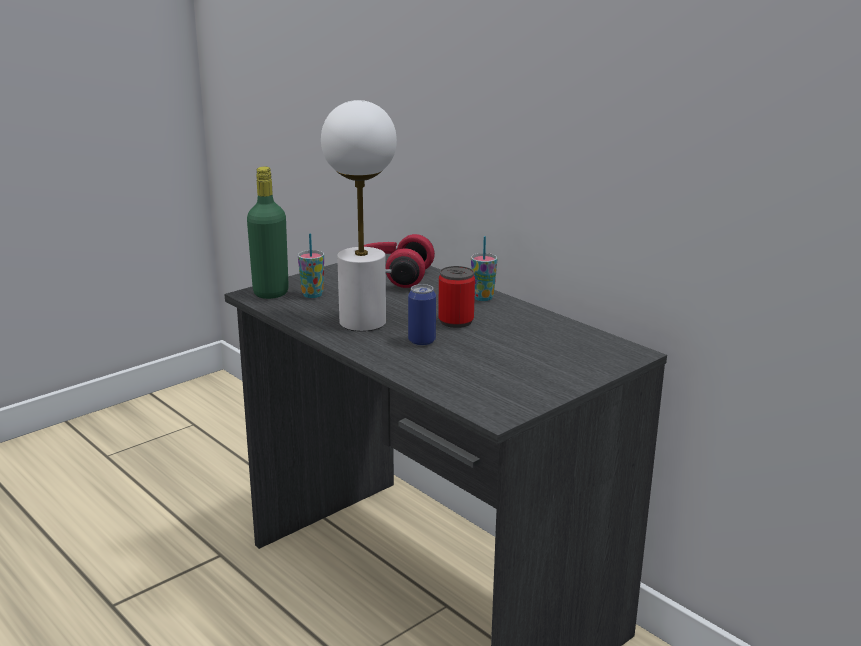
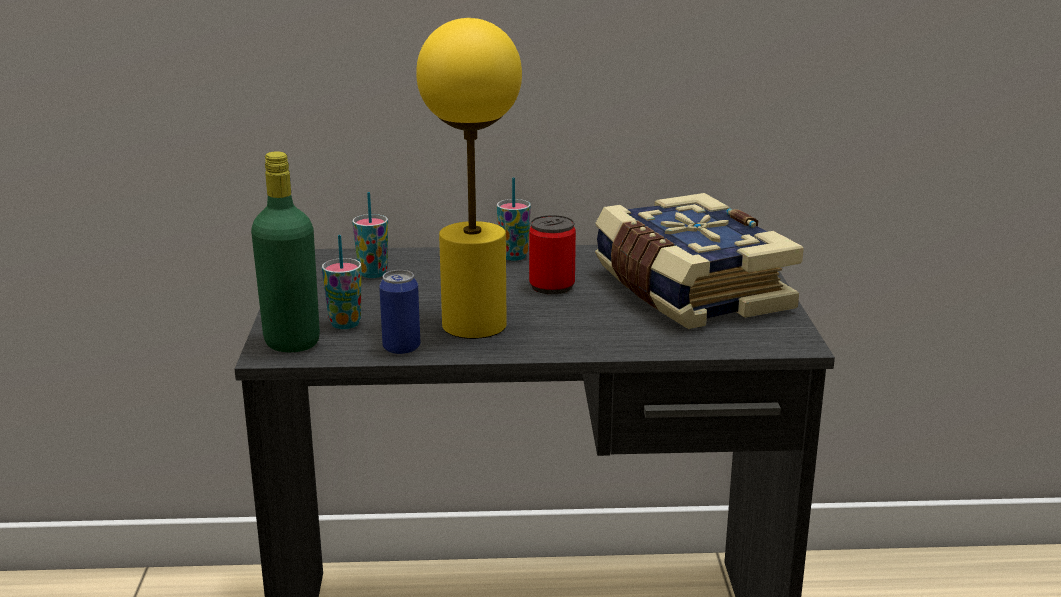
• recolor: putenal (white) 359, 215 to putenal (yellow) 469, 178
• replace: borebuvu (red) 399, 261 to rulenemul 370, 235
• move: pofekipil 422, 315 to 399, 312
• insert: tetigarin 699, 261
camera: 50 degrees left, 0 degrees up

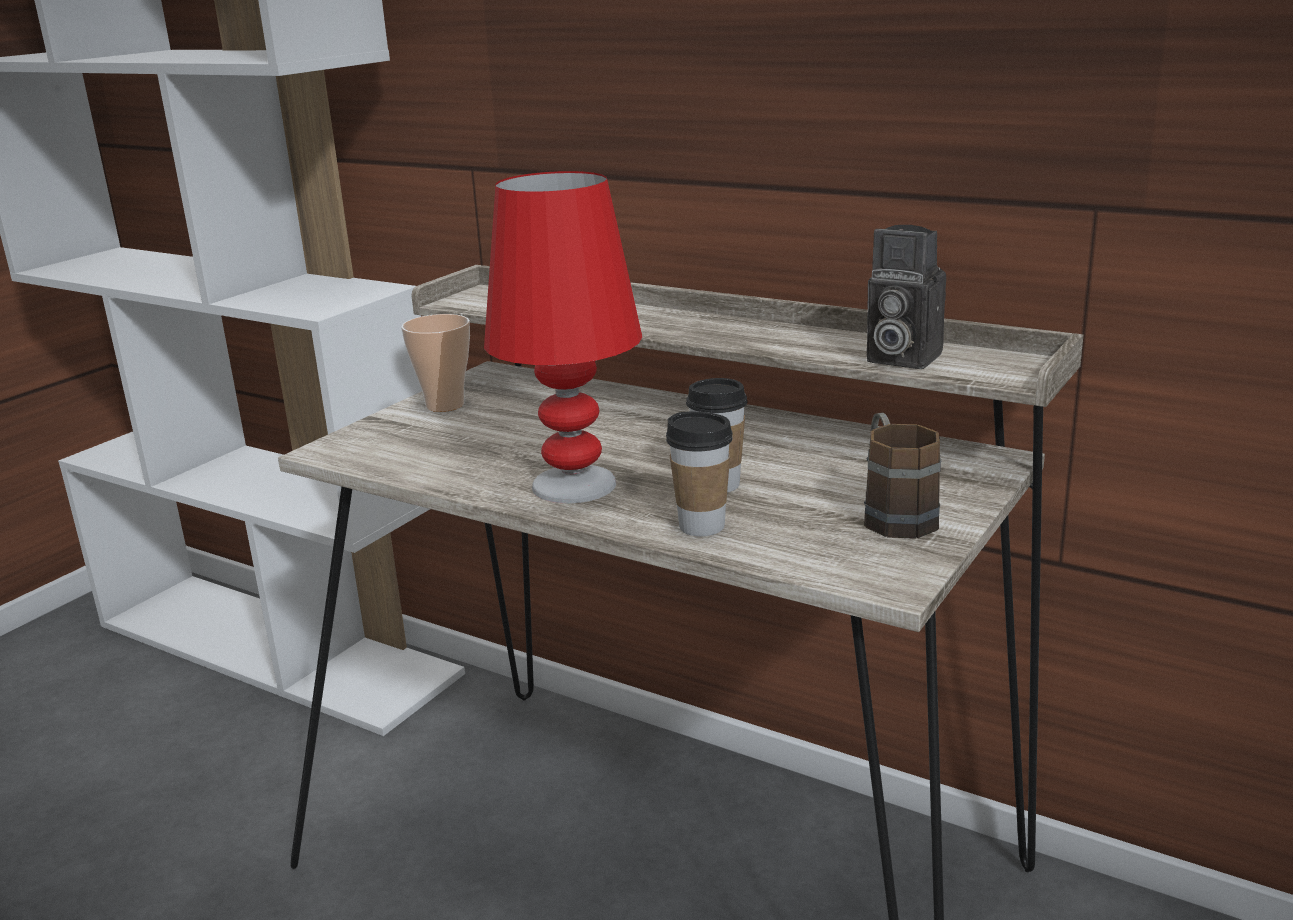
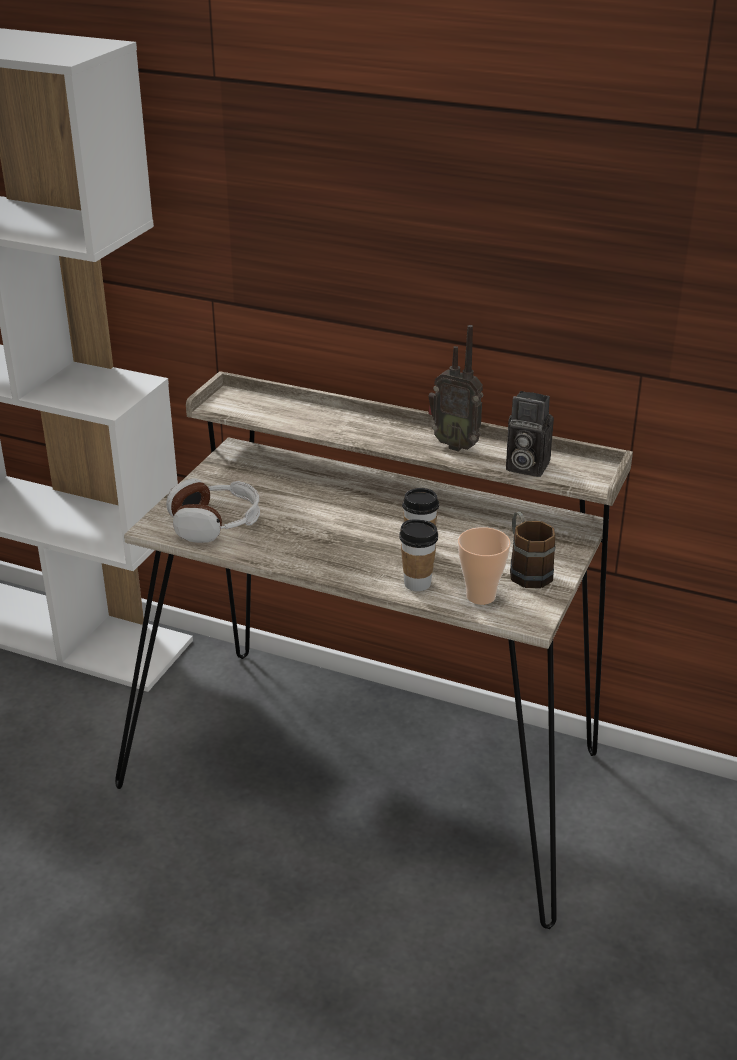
• delete: putenal (red) 563, 337
• move: rulenemul 435, 363 to 484, 566
• insert: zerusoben 455, 388
• insert: borebuvu 213, 510
camera: 10 degrees left, 10 degrees up

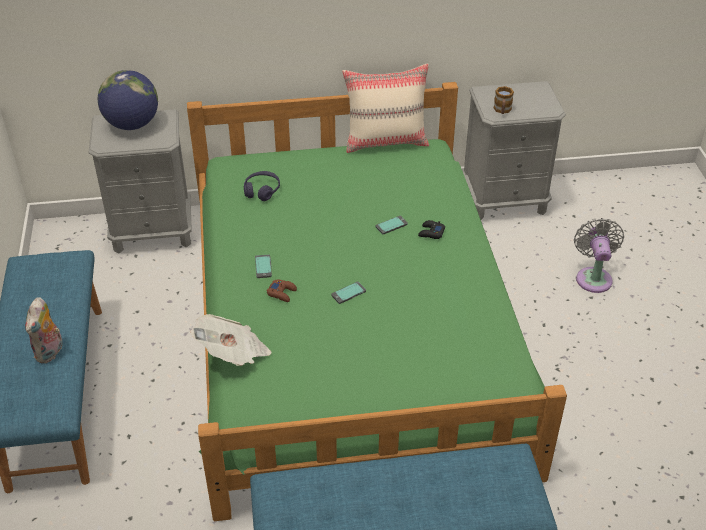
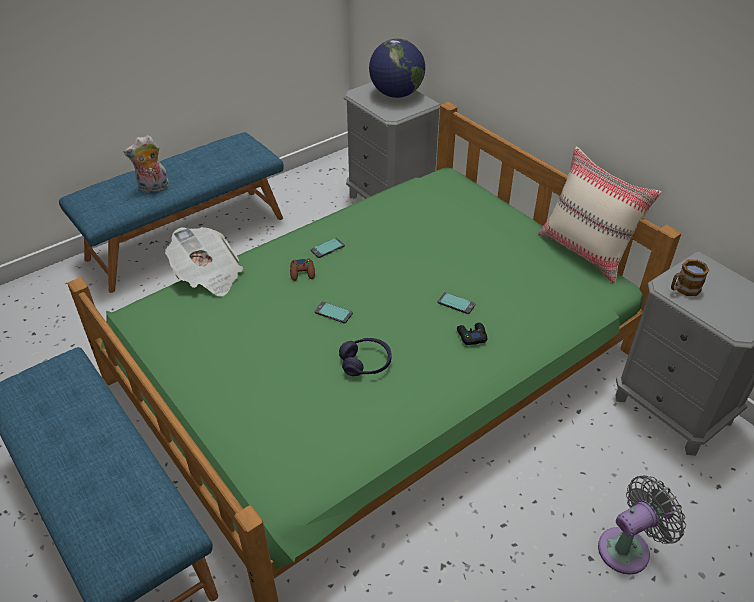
• move: borebuvu (purple) 262, 186 to 365, 357
camera: 60 degrees right, 0 degrees up

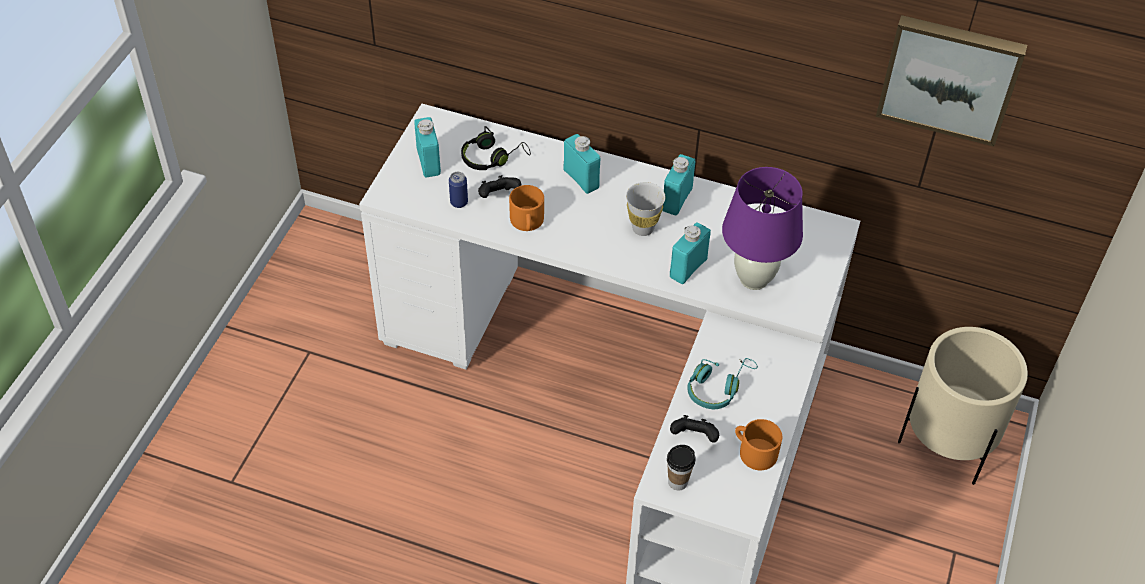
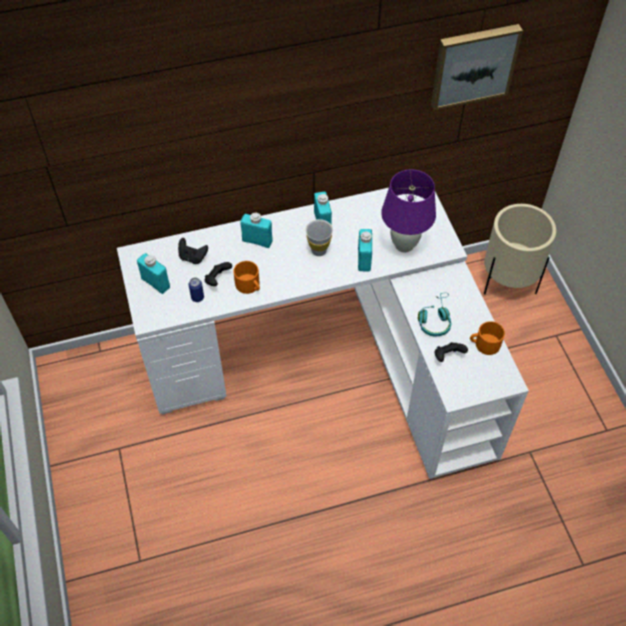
• replace: borebuvu (black) 496, 148 to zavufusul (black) 193, 251
• delete: rulenemul 681, 467
camera: 35 degrees left, 5 degrees up

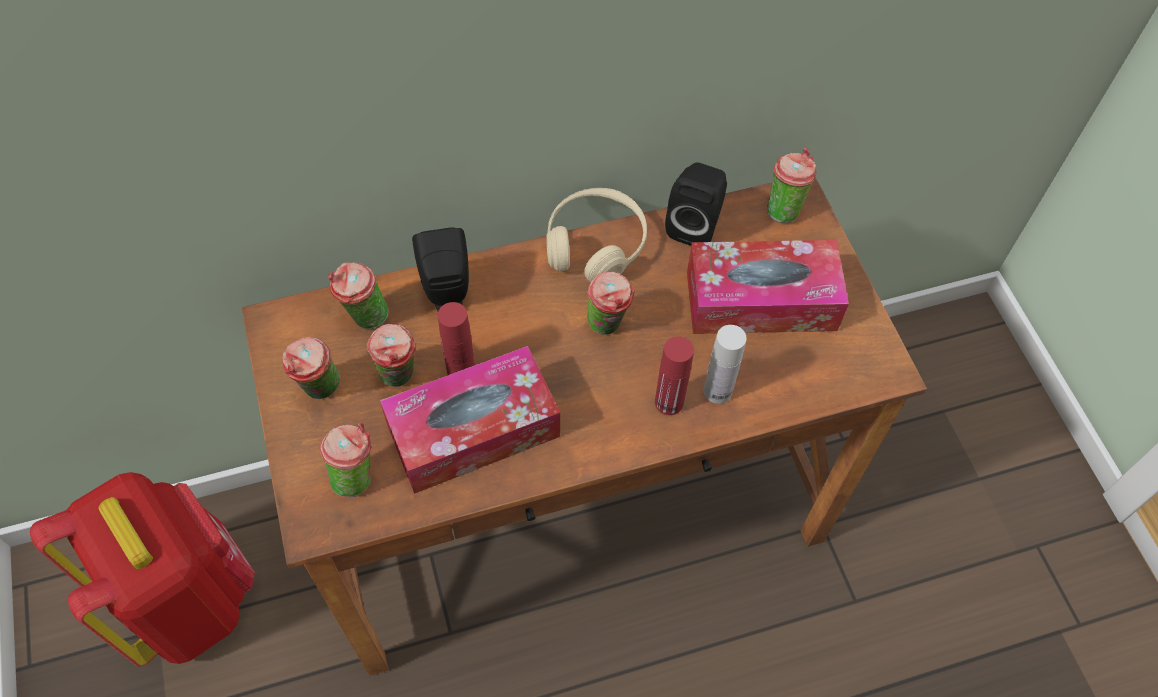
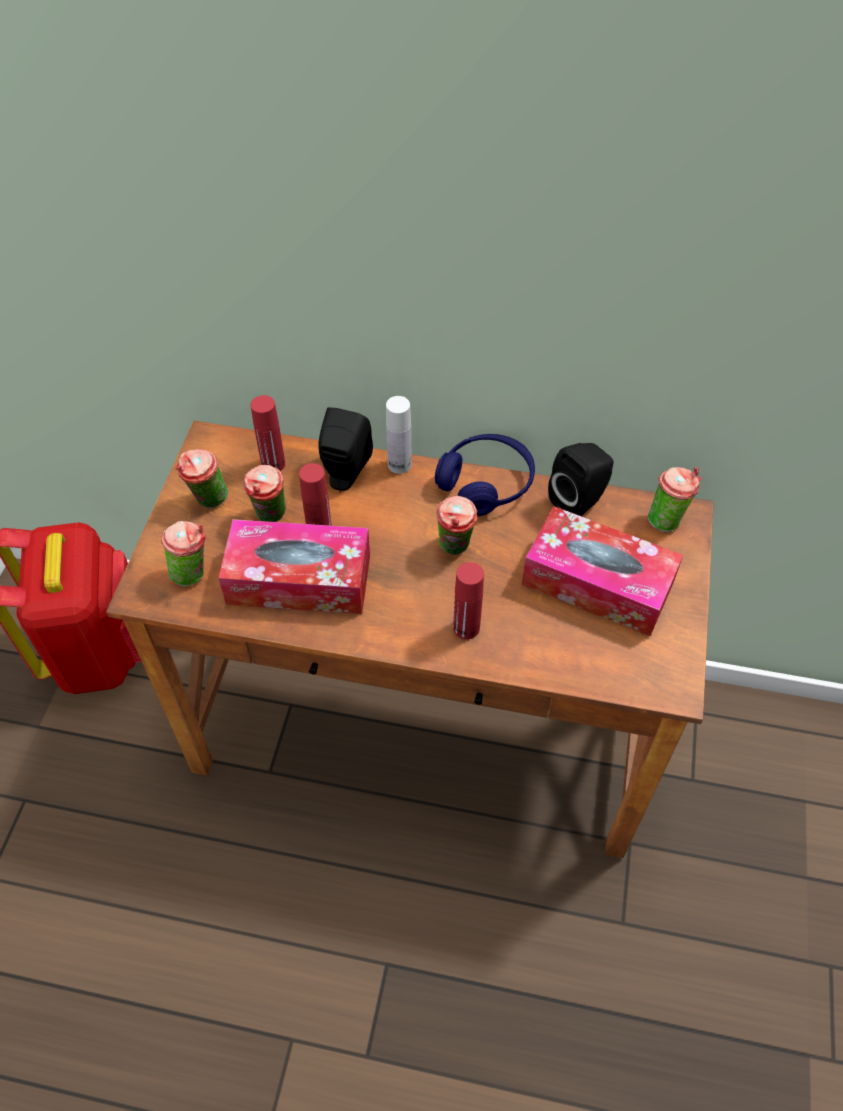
• recolor: borebuvu (beige) 596, 235 to borebuvu (blue) 485, 475
• replace: rulenemul 358, 295 to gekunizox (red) 268, 433
• move: gekunizox (white) 725, 364 to 399, 435
camera: 30 degrees right, 5 degrees down

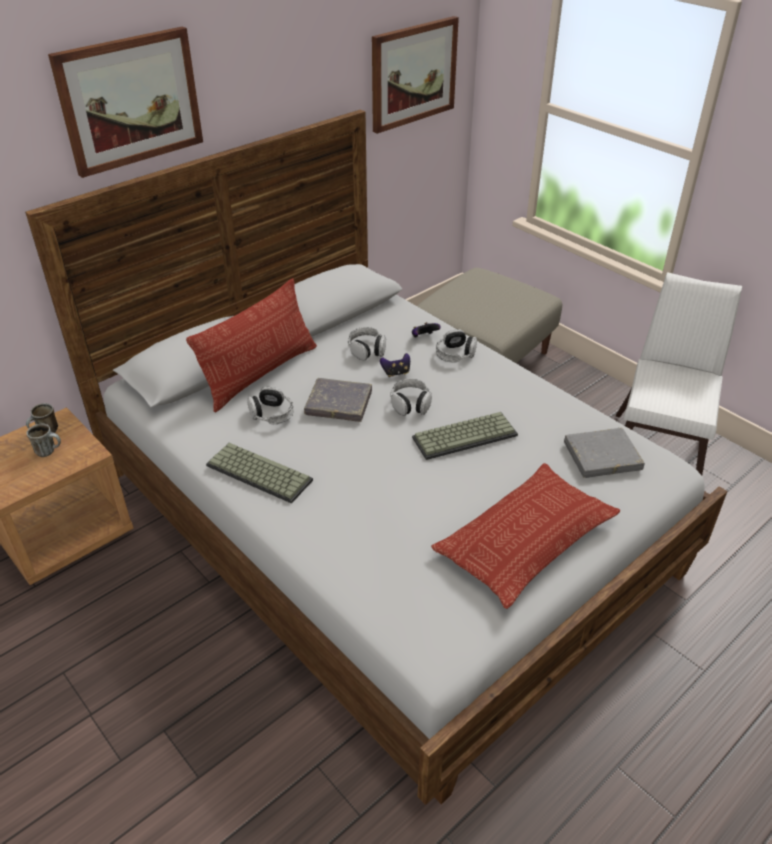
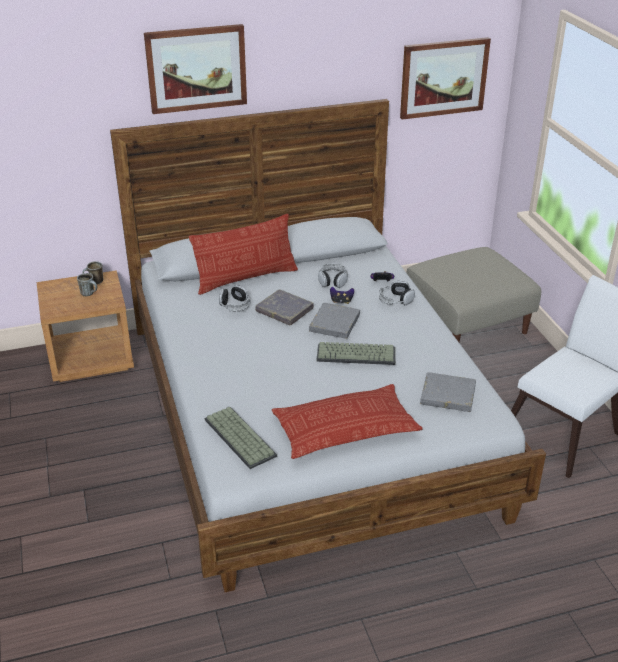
• replace: borebuvu 411, 397 to tetigarin (grey) 334, 321
• move: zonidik 259, 473 to 241, 438
camera: 25 degrees right, 5 degrees down

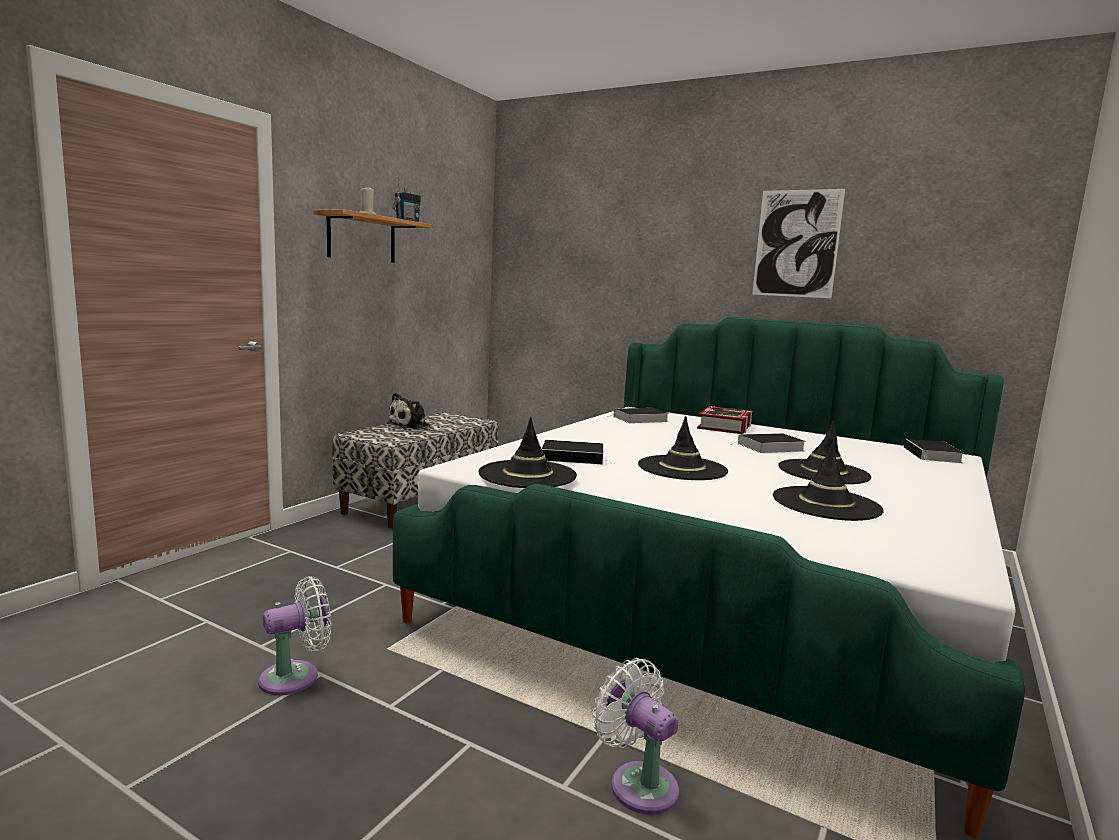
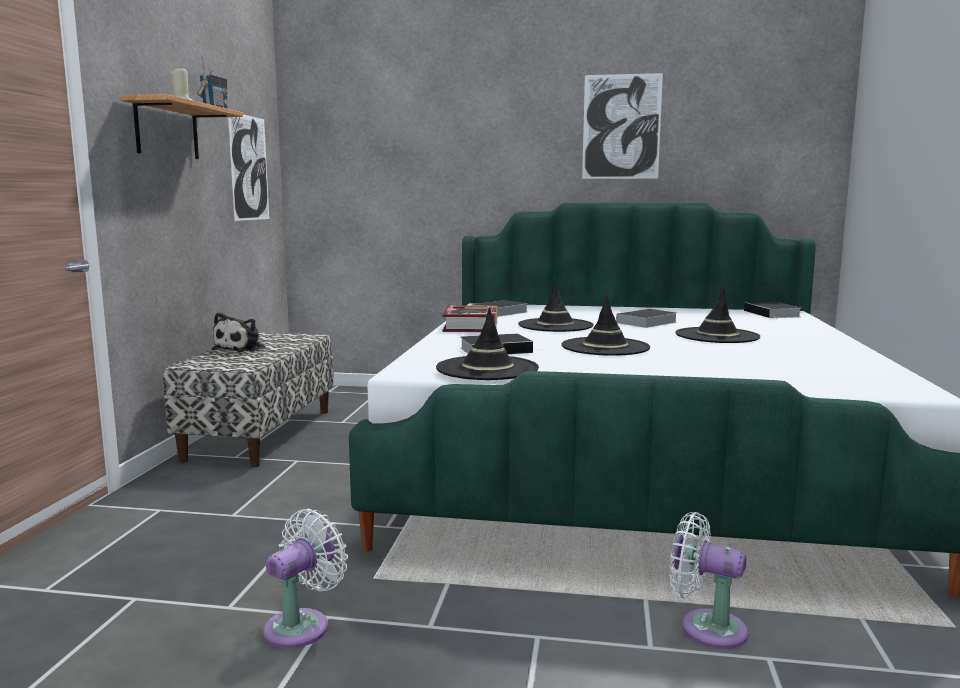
• move: tetigarin 724, 420 to 469, 318
• move: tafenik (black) 828, 481 to 556, 306
• insert: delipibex 248, 167
camera: 20 degrees left, 0 degrees up

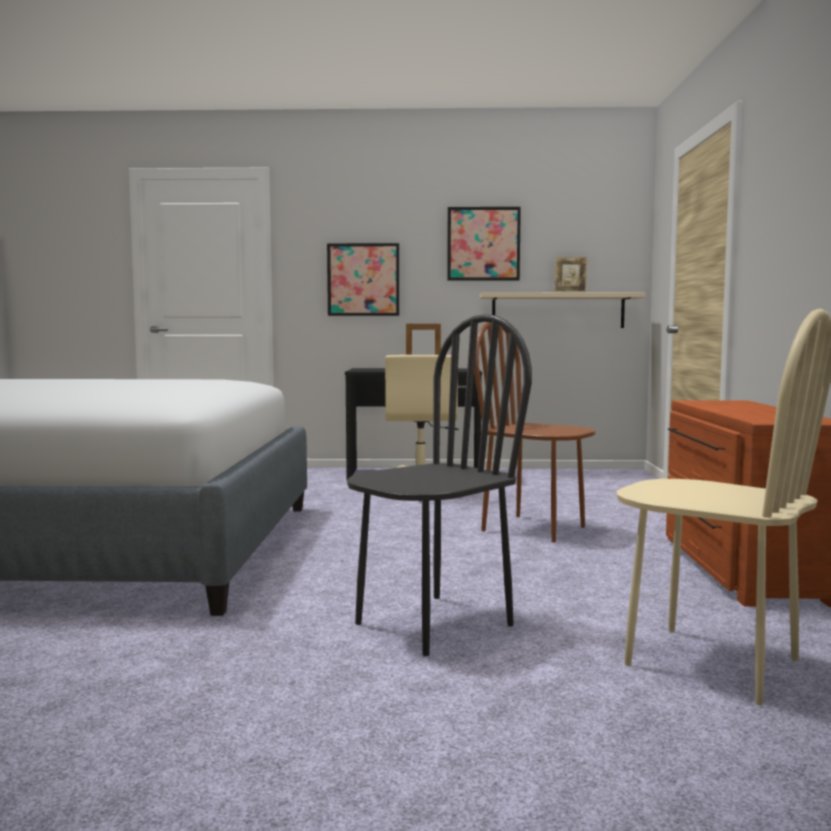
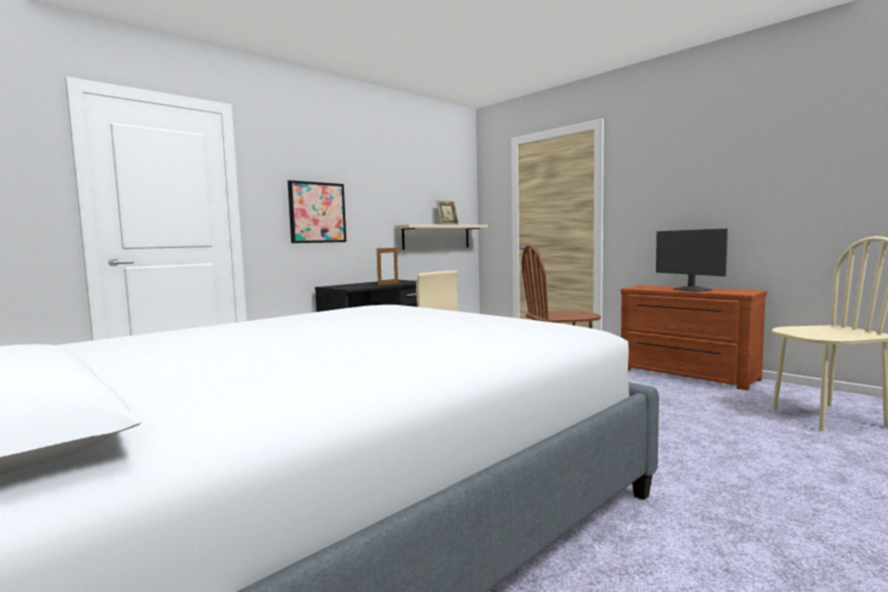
• delete: delipibex 484, 244
• delete: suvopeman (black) 439, 485
• insert: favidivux 692, 260
camera: 45 degrees left, 0 degrees up

